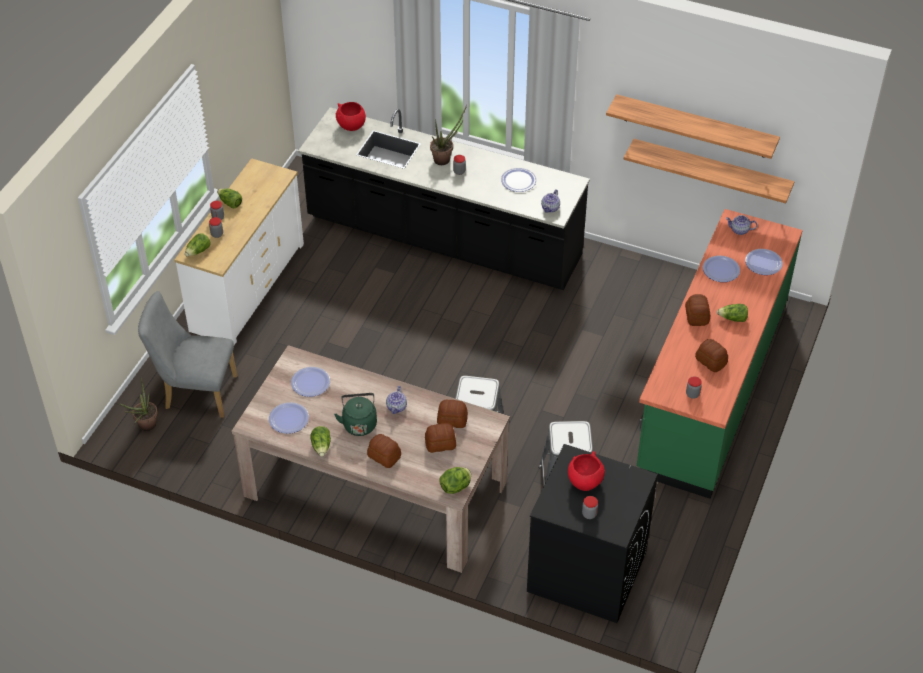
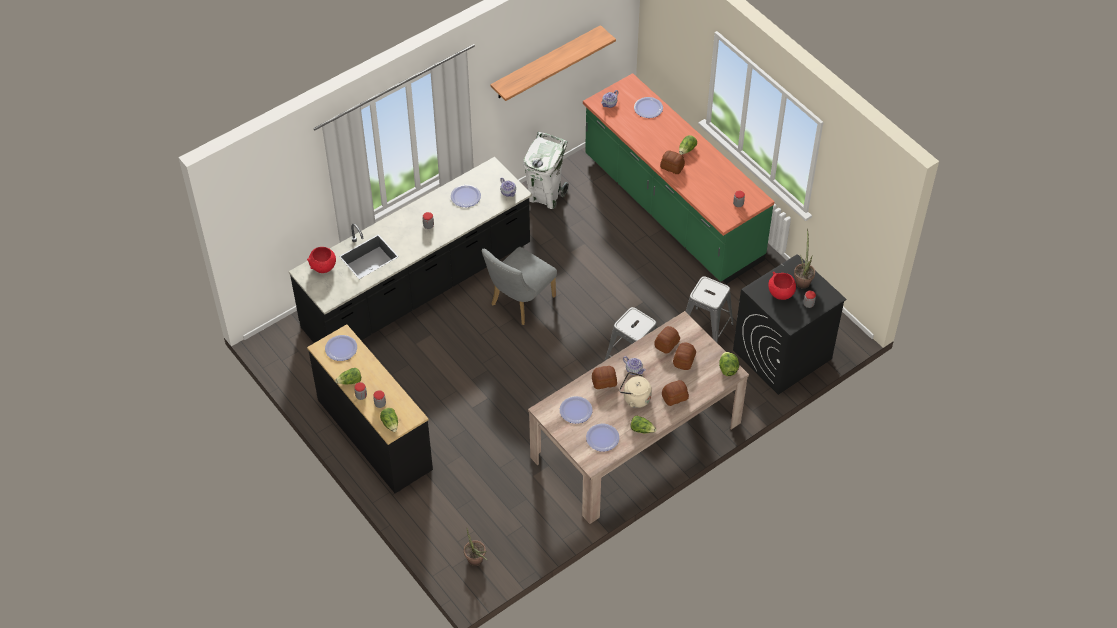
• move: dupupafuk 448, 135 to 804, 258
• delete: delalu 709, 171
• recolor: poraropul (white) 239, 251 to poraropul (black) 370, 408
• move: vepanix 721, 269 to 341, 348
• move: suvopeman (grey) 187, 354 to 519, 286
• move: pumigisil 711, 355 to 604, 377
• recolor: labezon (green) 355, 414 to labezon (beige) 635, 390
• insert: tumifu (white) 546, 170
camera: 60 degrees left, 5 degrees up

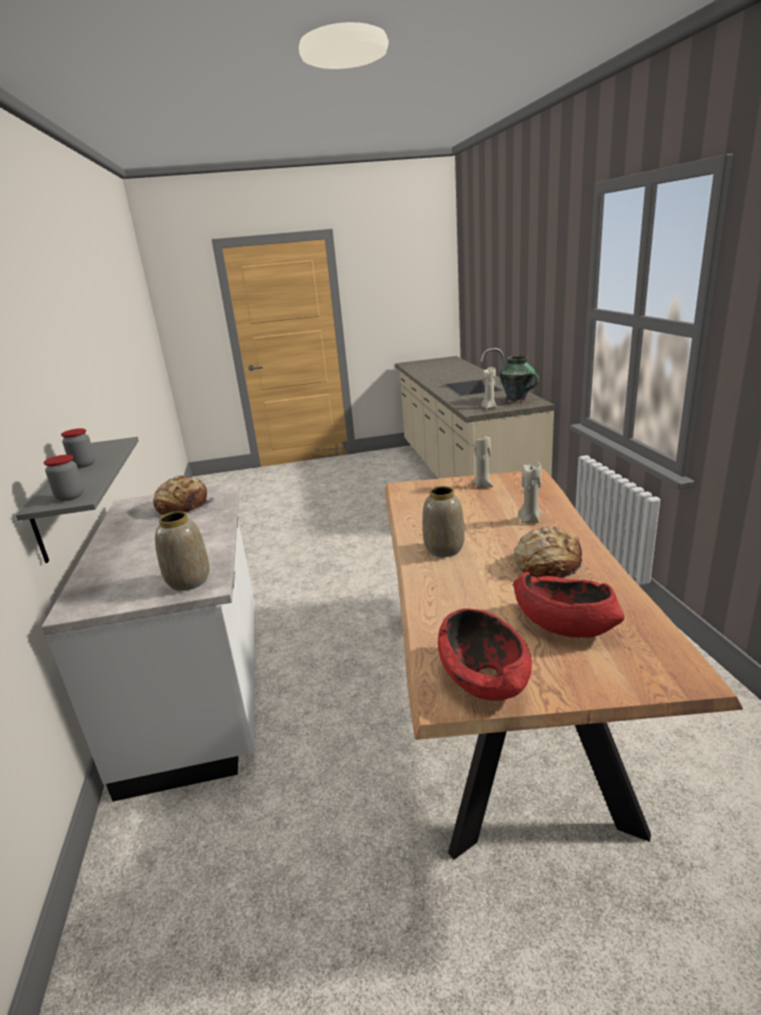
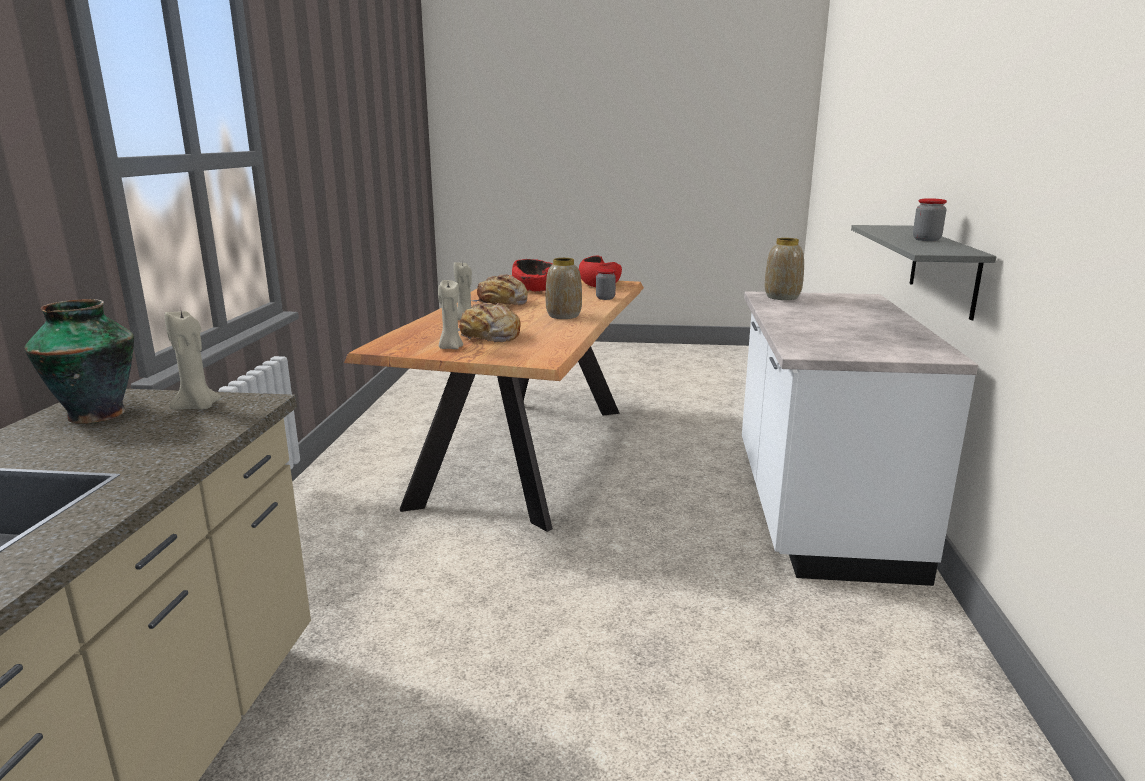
• move: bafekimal 63, 478 to 606, 284
• move: pumigisil 184, 495 to 489, 322
camera: 165 degrees left, 5 degrees down

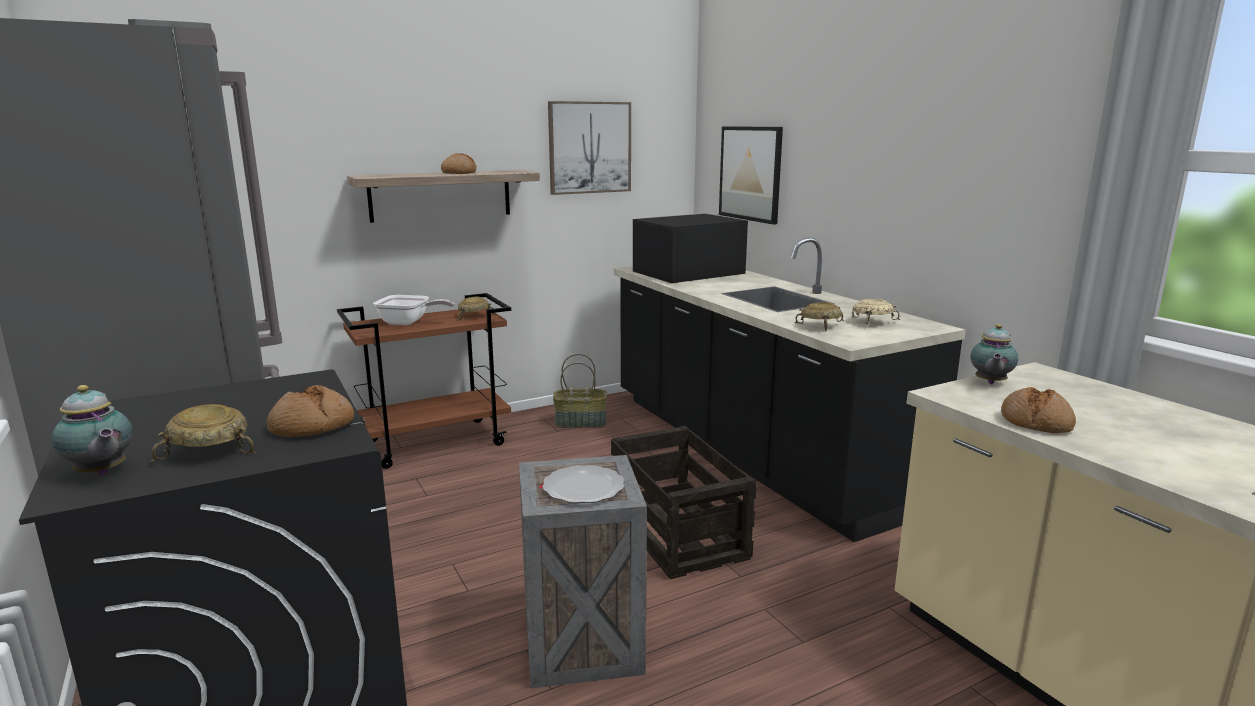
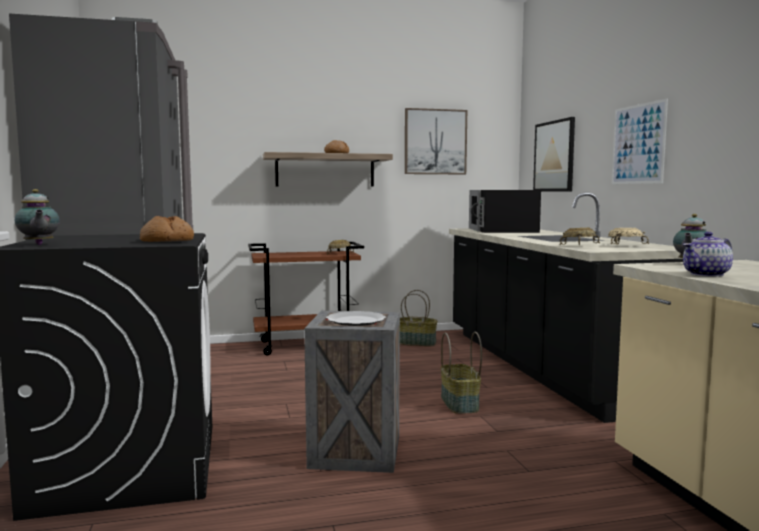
• rotate: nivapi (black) 690, 248 = 505, 211 75 degrees counterclockwise
• delete: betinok 414, 310
• replace: pumigisil 1038, 410 to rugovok 708, 254
• delete: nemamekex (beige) 203, 433
• replace: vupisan 684, 502 to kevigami 461, 373
• insert: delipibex 640, 141
camera: 15 degrees right, 10 degrees down

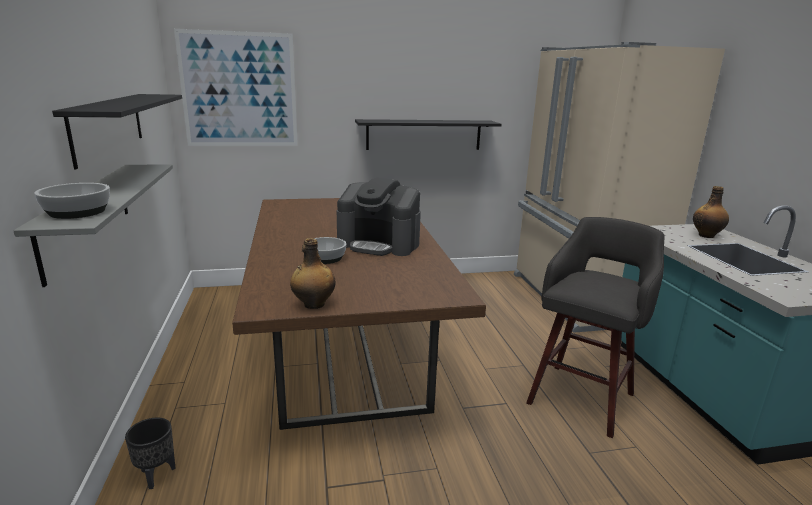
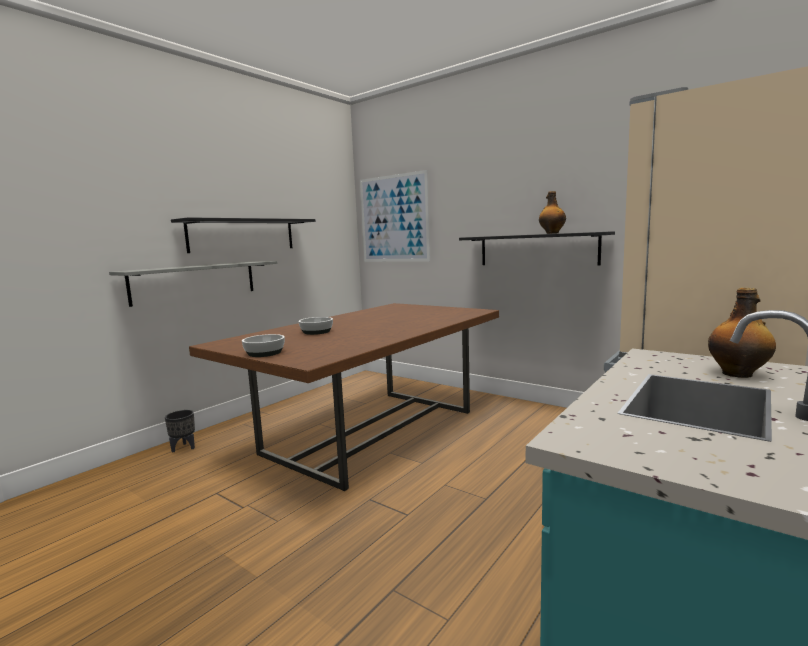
• delete: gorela 379, 217
• move: nemamekex 72, 201 to 263, 345
• delete: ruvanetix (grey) 595, 327
• move: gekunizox 312, 273 to 552, 212
camera: 50 degrees right, 10 degrees down

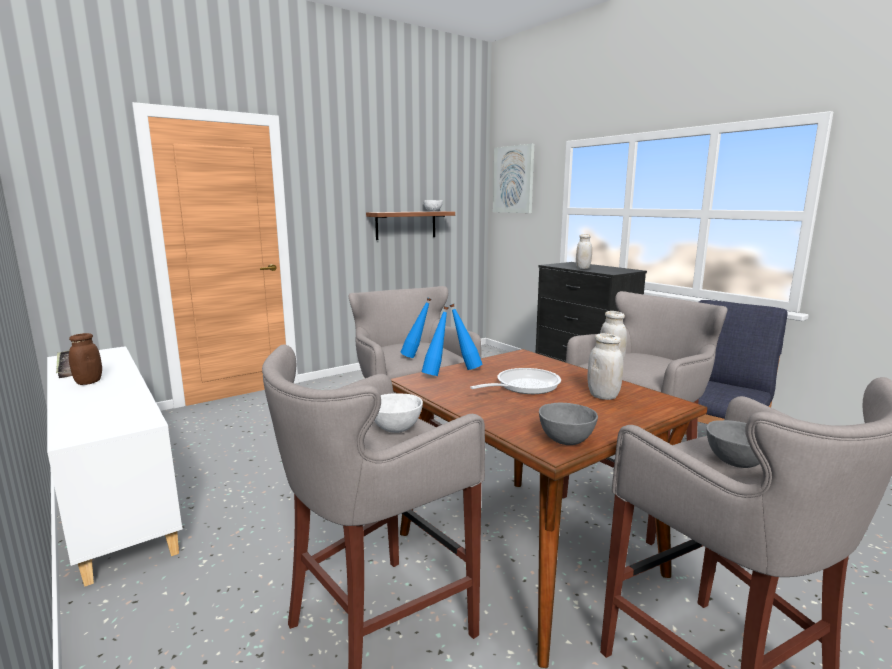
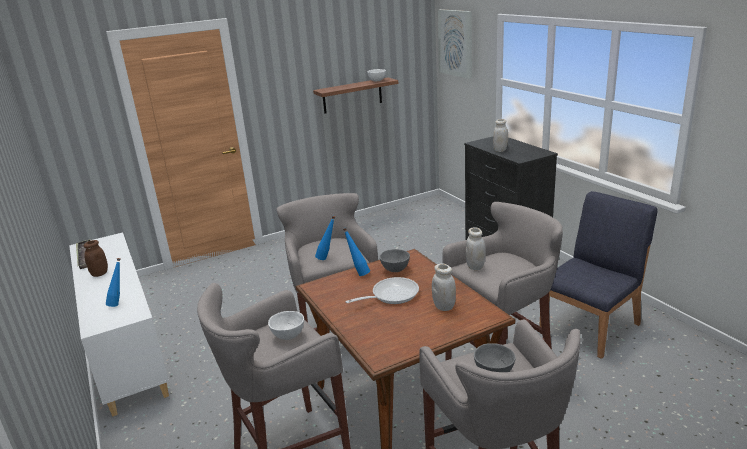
• move: gekunizox (blue) 435, 341 to 113, 282
• move: nemamekex (grey) 568, 424 to 395, 260
camera: 10 degrees right, 10 degrees up

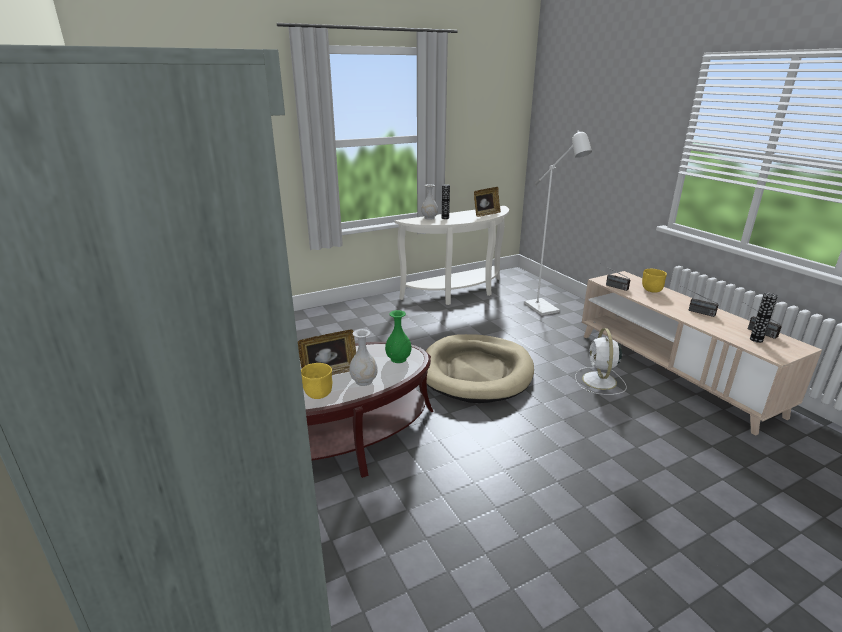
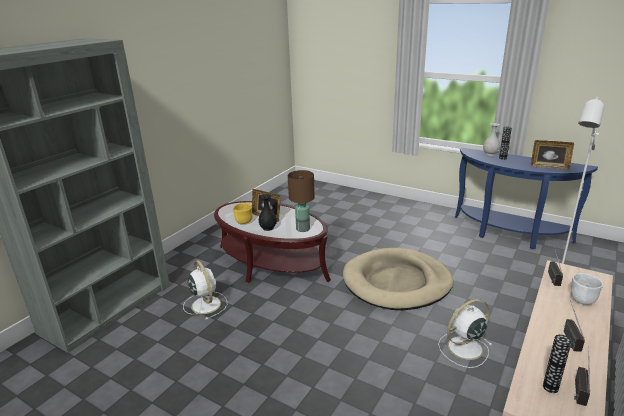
• recolor: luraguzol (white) 452, 255 to luraguzol (blue) 526, 198
• recolor: nemamekex (yellow) 654, 281 to nemamekex (white) 587, 289
• replace: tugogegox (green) 398, 336 to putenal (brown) 301, 201
• recolor: tugogegox (white) 363, 357 to tugogegox (black) 268, 212
• insert: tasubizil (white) 205, 290
camera: 60 degrees right, 0 degrees up

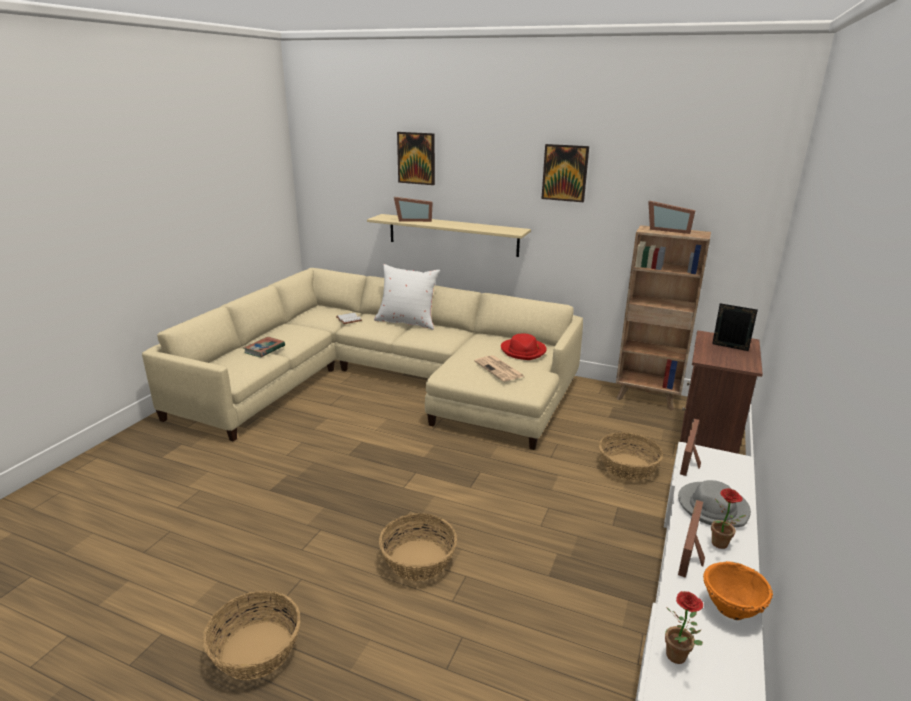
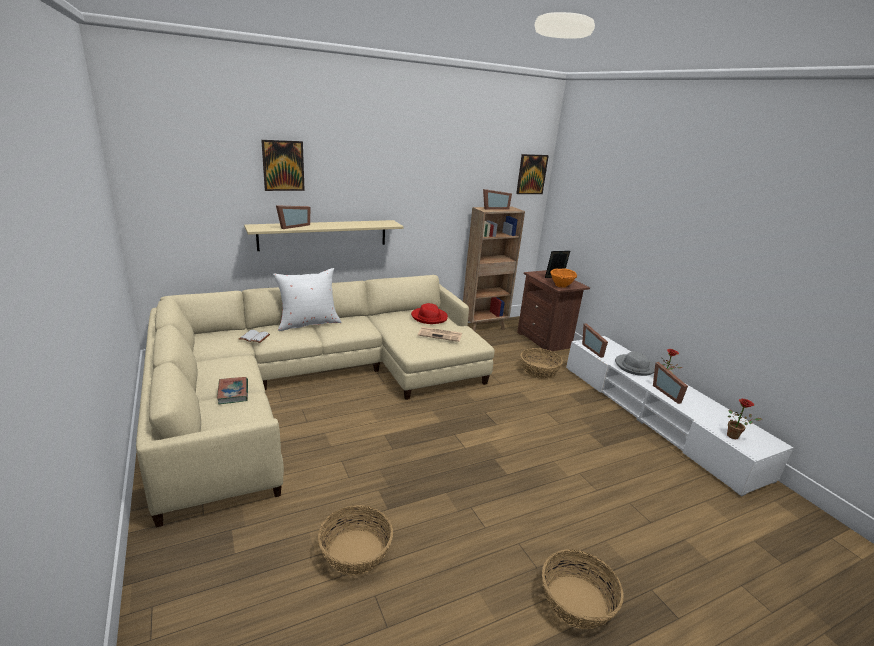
• move: delipibex 565, 173 to 532, 174
• move: kevigami 418, 547 to 355, 540
• move: nemamekex (orange) 738, 590 to 563, 278
camera: 50 degrees left, 0 degrees up

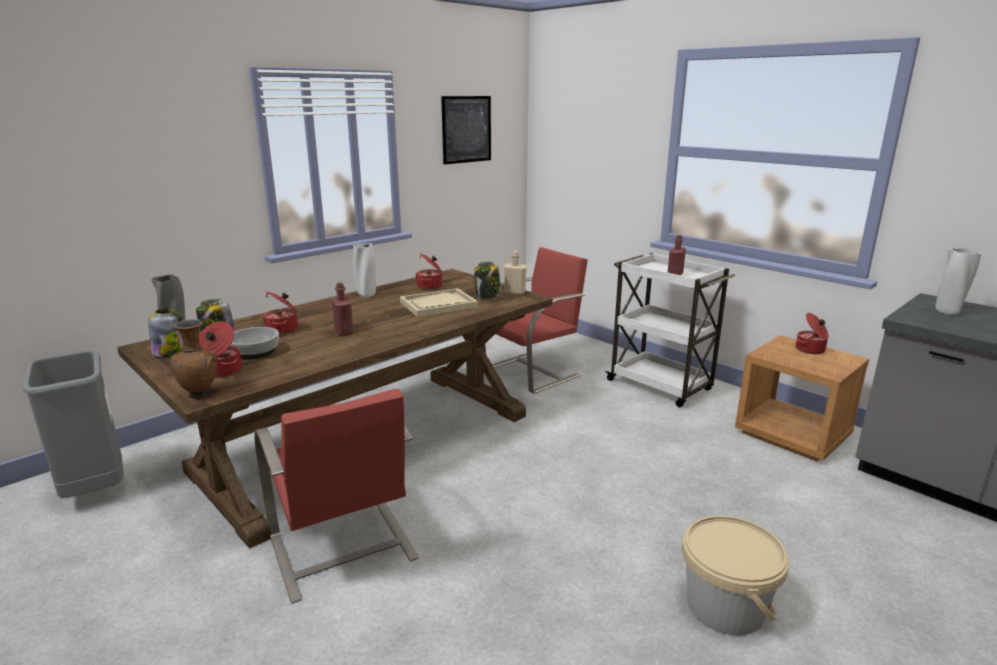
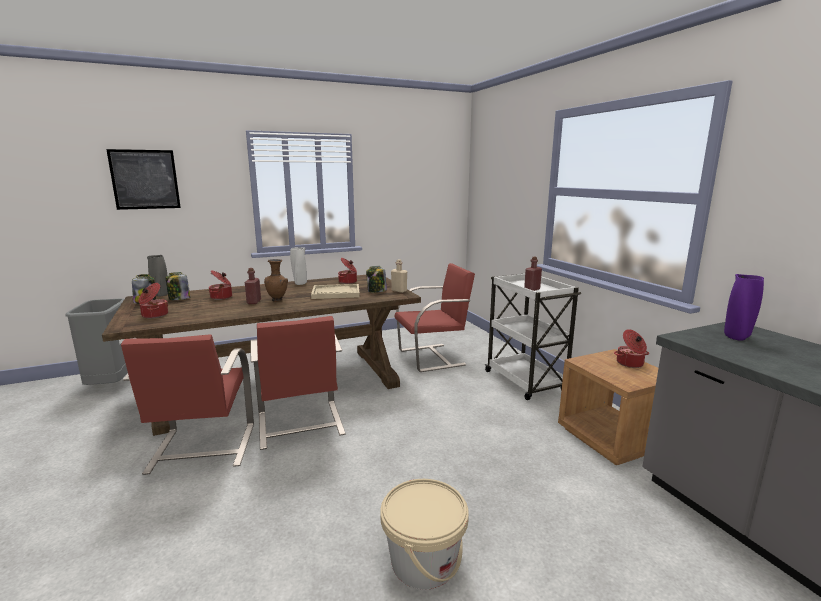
• move: delipibex 466, 130 to 143, 179
• recolor: tugogegox (white) 958, 281 to tugogegox (purple) 744, 307
• move: tugogegox (brown) 194, 359 to 276, 280
• delete: nemamekex 254, 343
• insert: suvopeman (red) 298, 383
camera: 20 degrees right, 5 degrees down

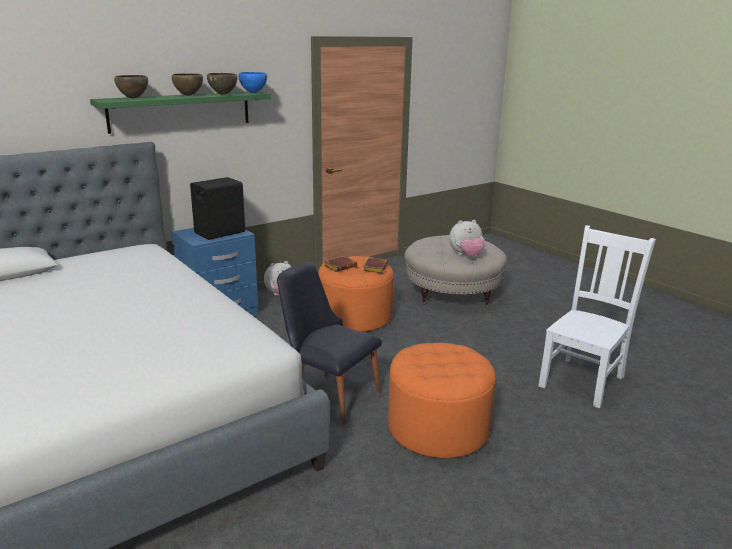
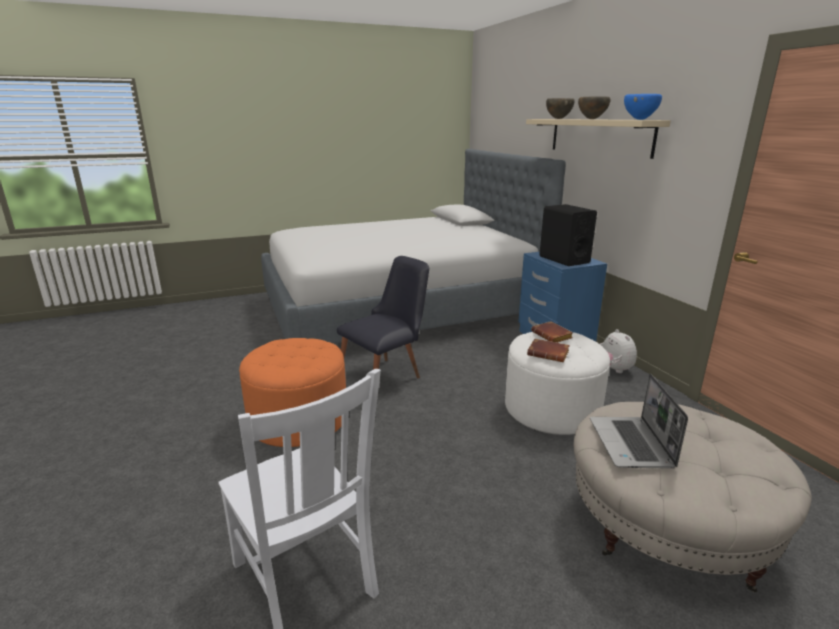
• delete: nemamekex (brown) 222, 84
• recolor: delalu (green) 180, 113 to delalu (beige) 598, 139
• replace: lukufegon 467, 238 to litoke 639, 421
• recolor: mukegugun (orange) 356, 294 to mukegugun (white) 557, 383
camera: 105 degrees right, 0 degrees up

